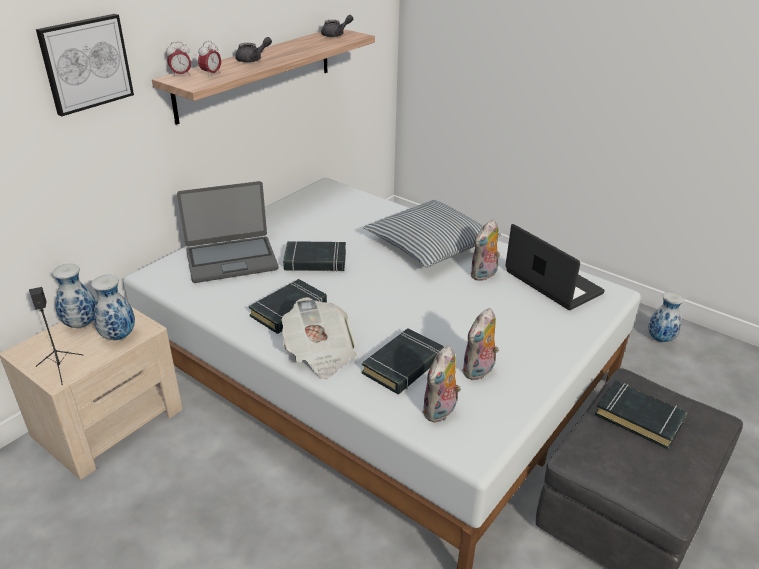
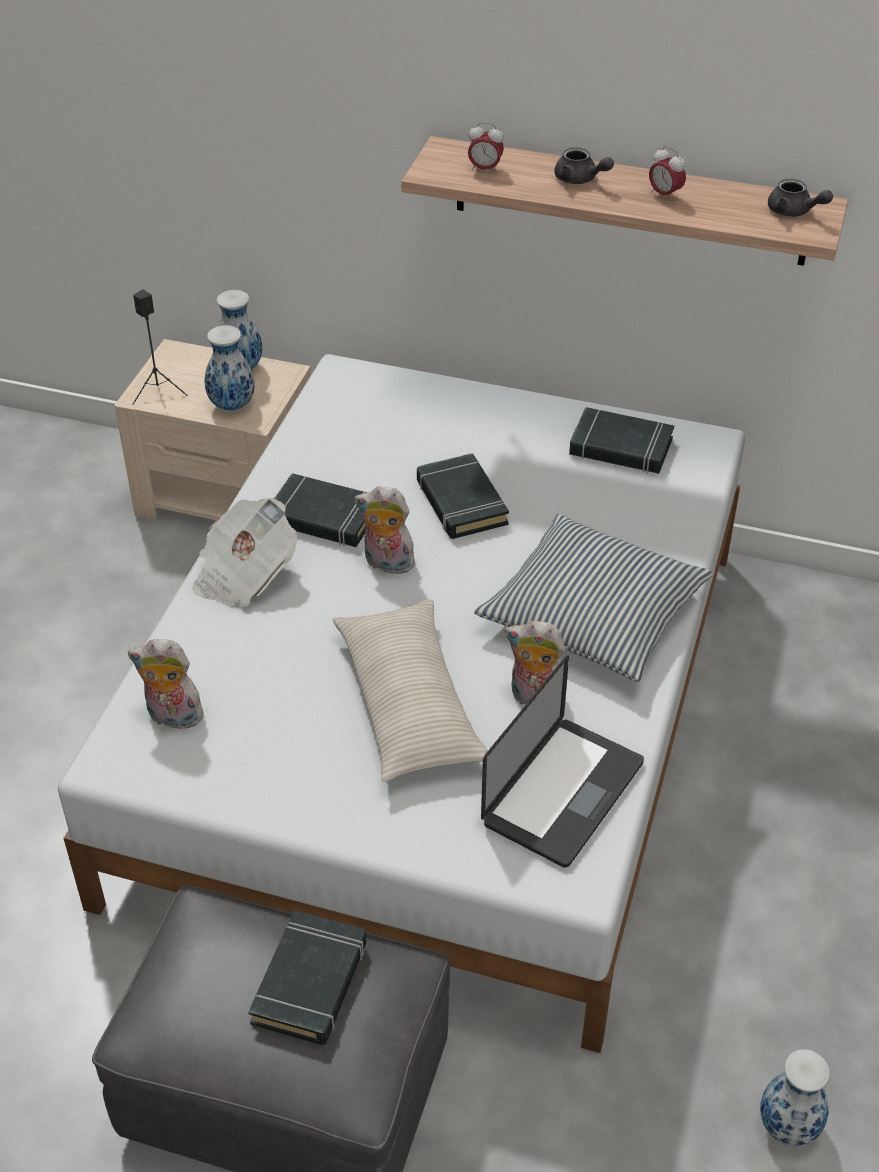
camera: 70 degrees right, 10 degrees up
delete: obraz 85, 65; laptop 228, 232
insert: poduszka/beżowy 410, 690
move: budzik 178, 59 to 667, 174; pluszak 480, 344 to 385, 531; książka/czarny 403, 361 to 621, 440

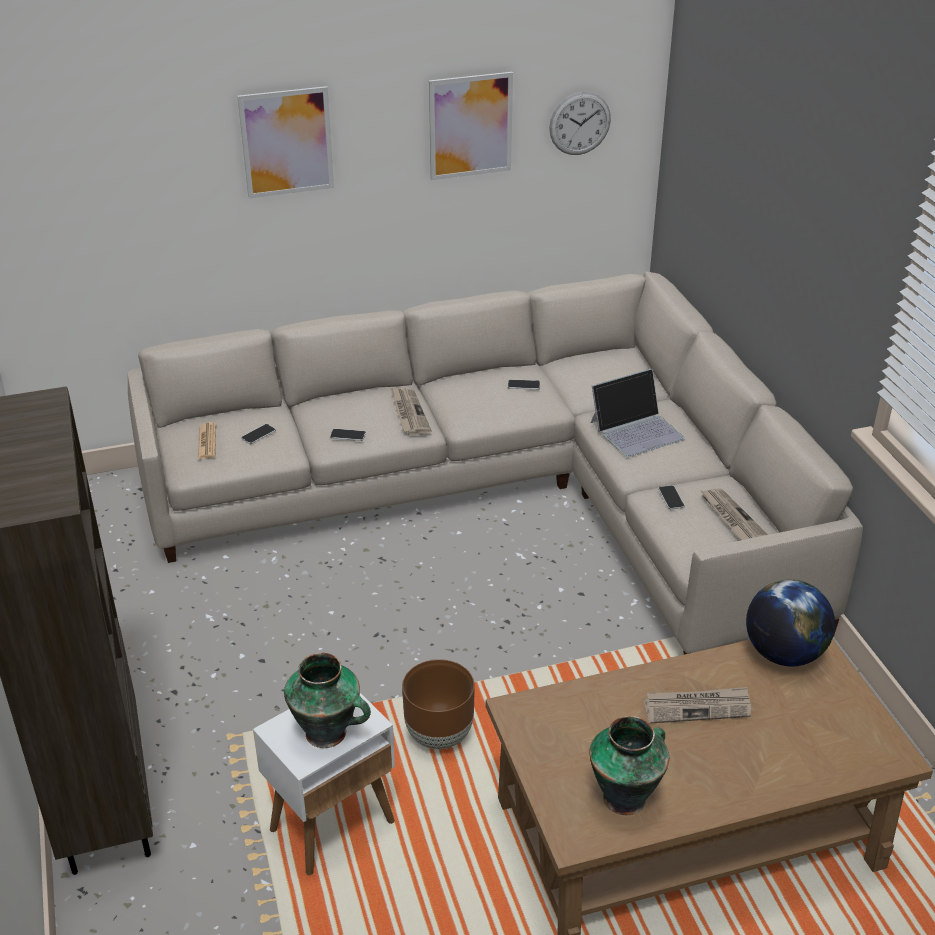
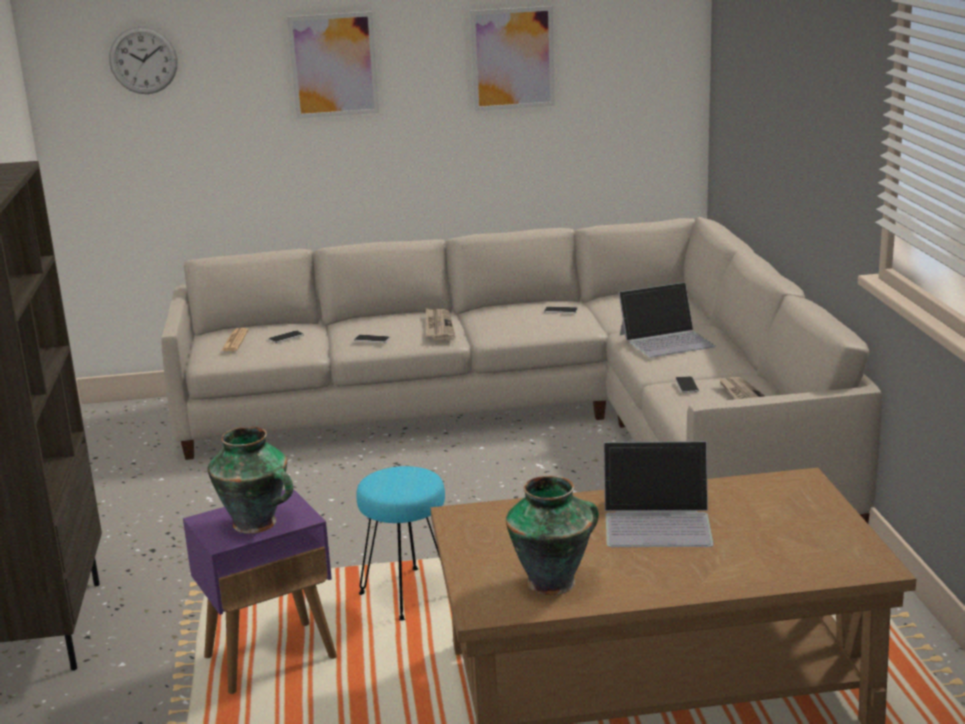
camera: 10 degrees right, 15 degrees down
delete: globus 790, 622
move: zegar ścienny 580, 123 to 143, 60
replace: donica/brązowy 438, 704 to stołek/turkusowy 400, 543; gazeta 697, 705 to laptop 659, 494
recolor: stolik/biały 324, 784 to stolik/fioletowy 260, 591

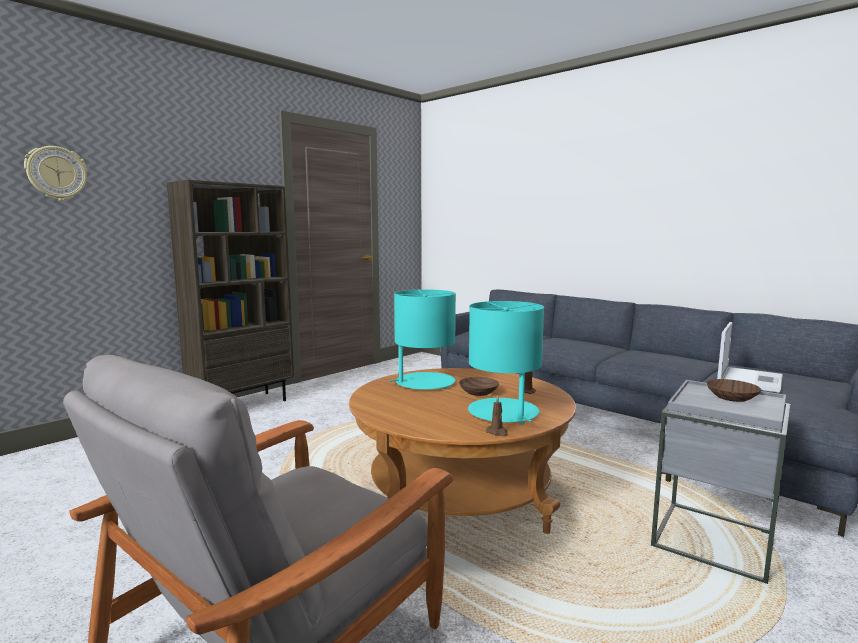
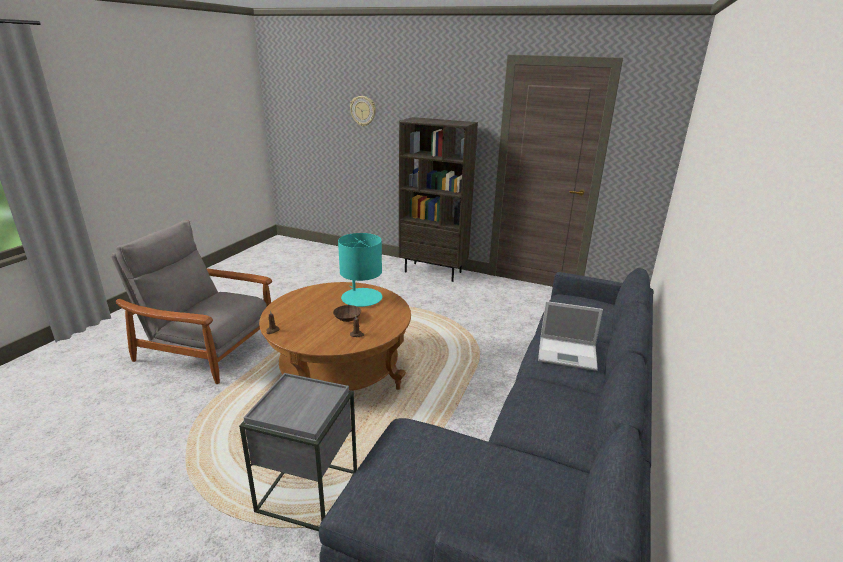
camera: 70 degrees right, 15 degrees up
delete: lampa stołowa/turkusowy 506, 362; miska/brązowy 734, 390
move: laptop 750, 357 to 570, 336

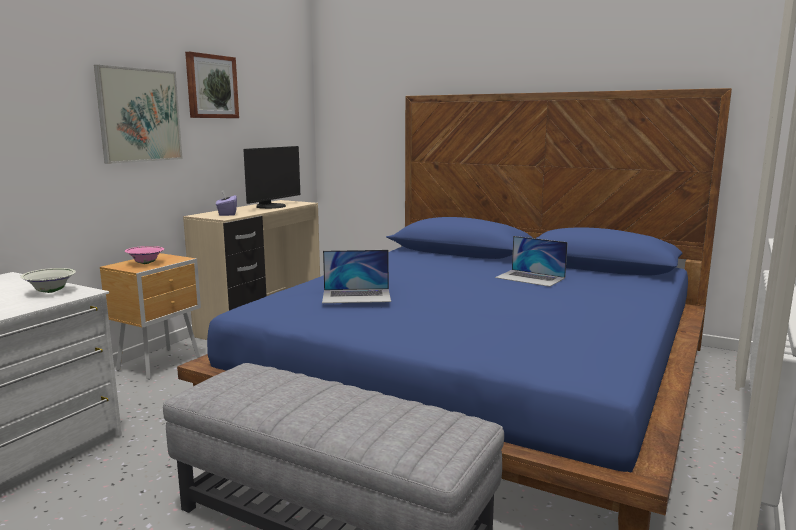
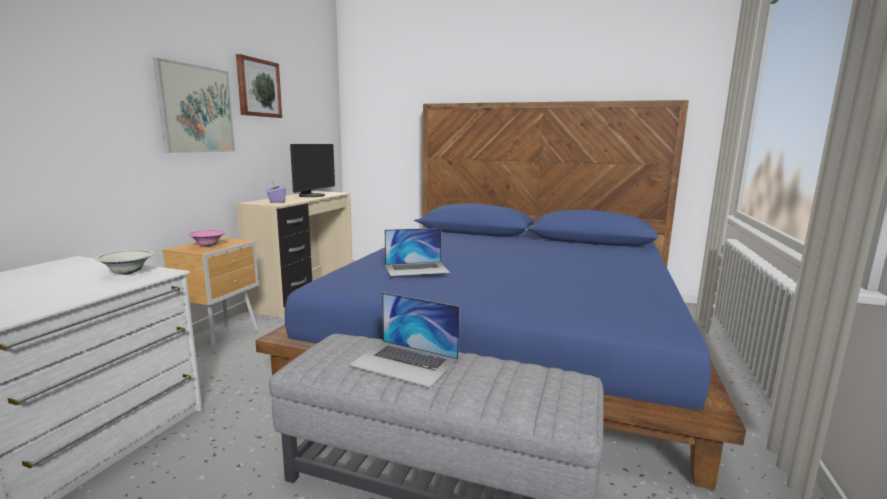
camera: 10 degrees left, 0 degrees up
move: laptop 531, 261 to 404, 340

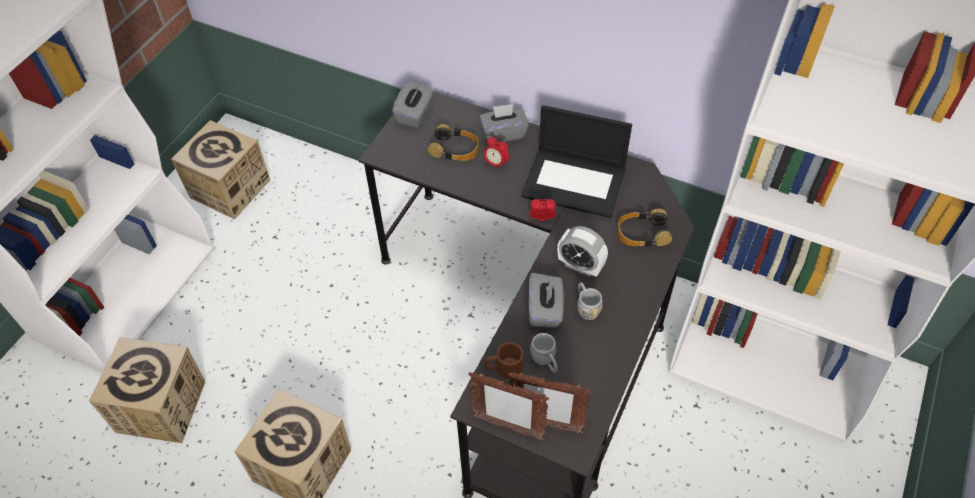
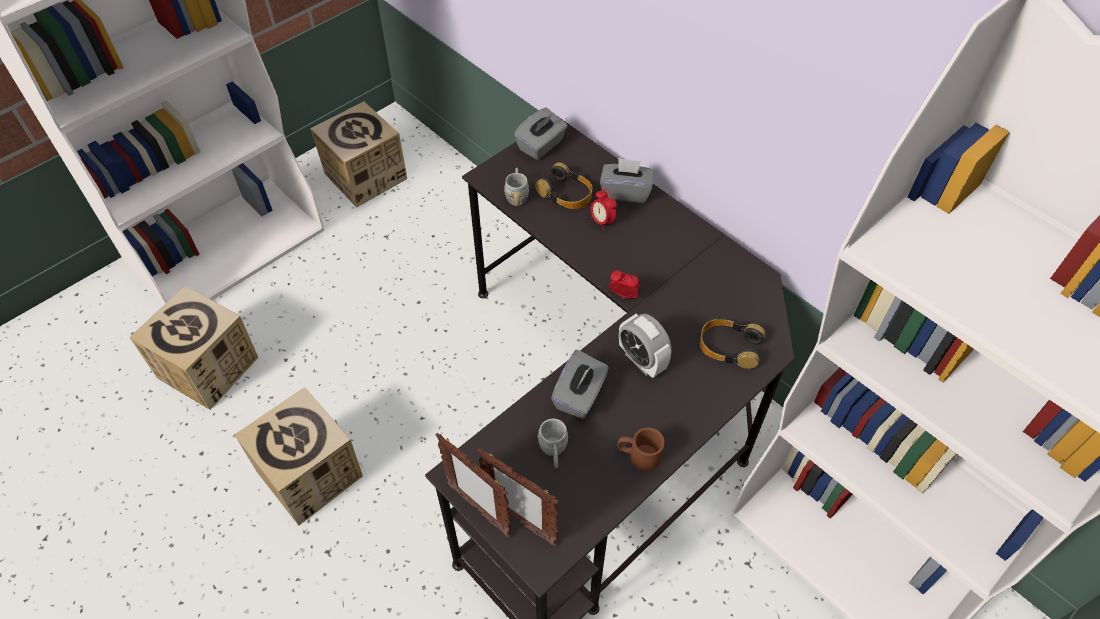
camera: 20 degrees right, 0 degrees up
delete: laptop 576, 161
move: kubek/szary 590, 301 to 516, 187; kubek/brązowy 503, 360 to 641, 449

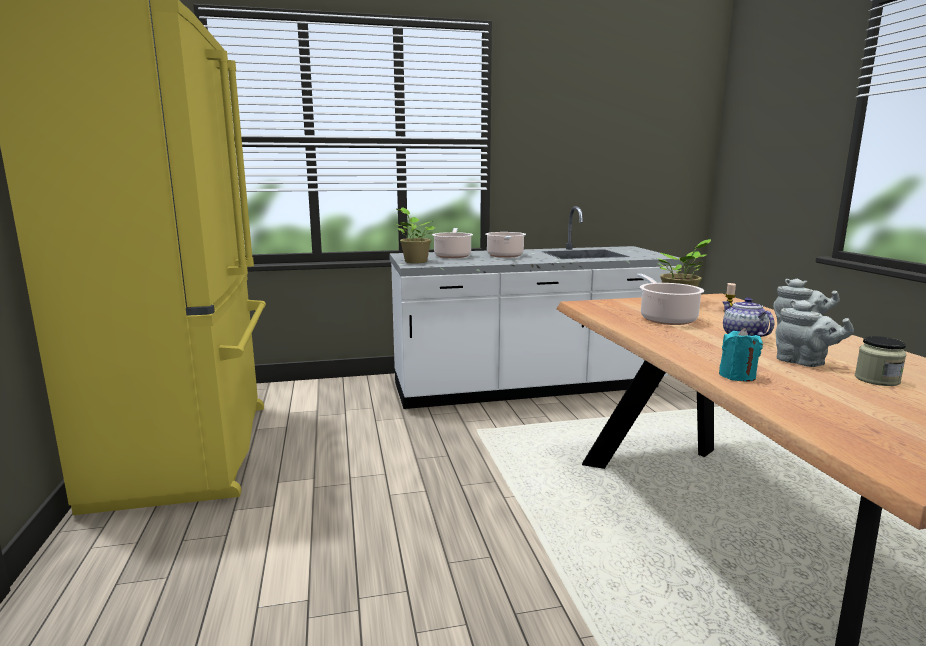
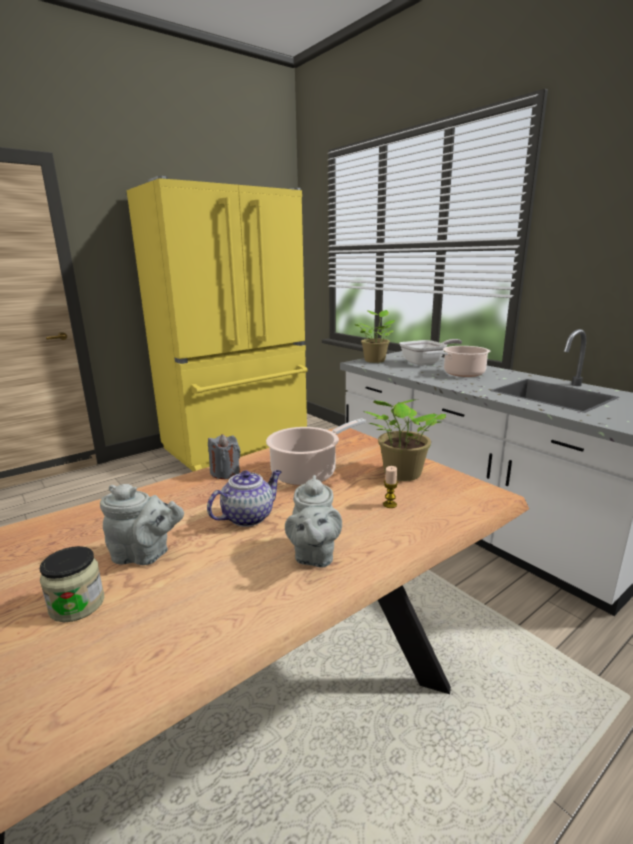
camera: 65 degrees right, 5 degrees up
delete: świeca/turkusowy 741, 355
insert: świeca/szary 224, 456
replace: garnek 452, 243 to patelnia 430, 352
rotate: imbryk/szary 815, 333 = 142, 524 105 degrees counterclockwise

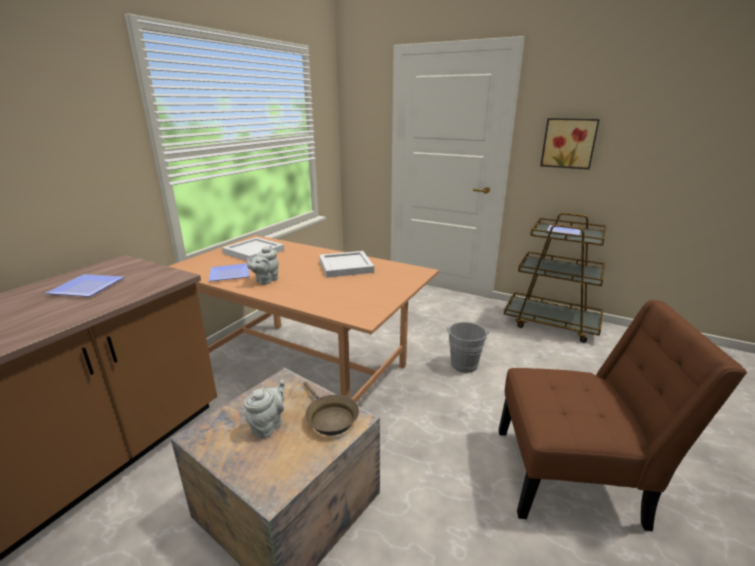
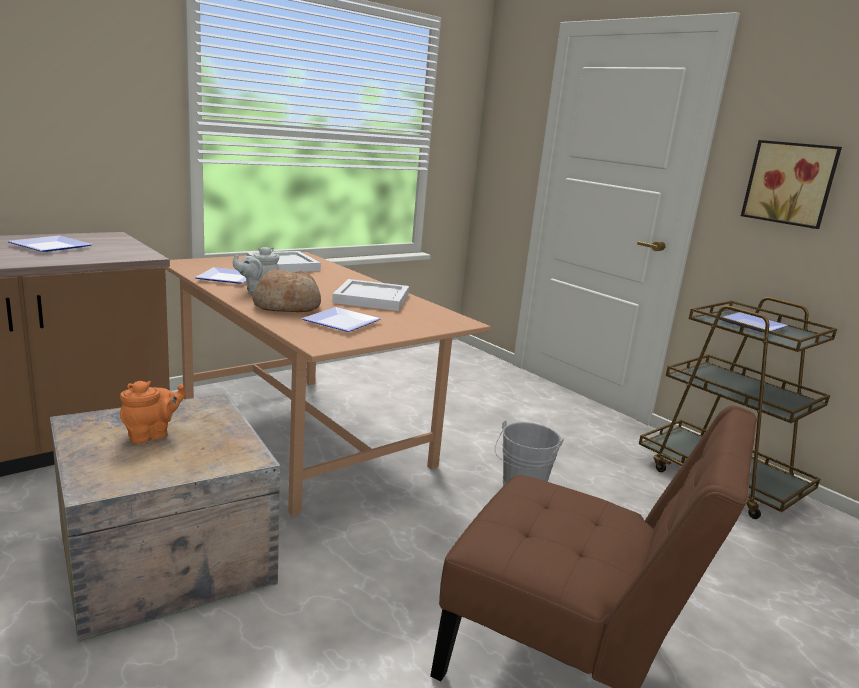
camera: 20 degrees right, 5 degrees down
delete: patelnia/brązowy 331, 408
insert: chleb 287, 290; talerz 340, 319
recolor: imbryk/szary 264, 409 to imbryk/pomarańczowy 153, 412

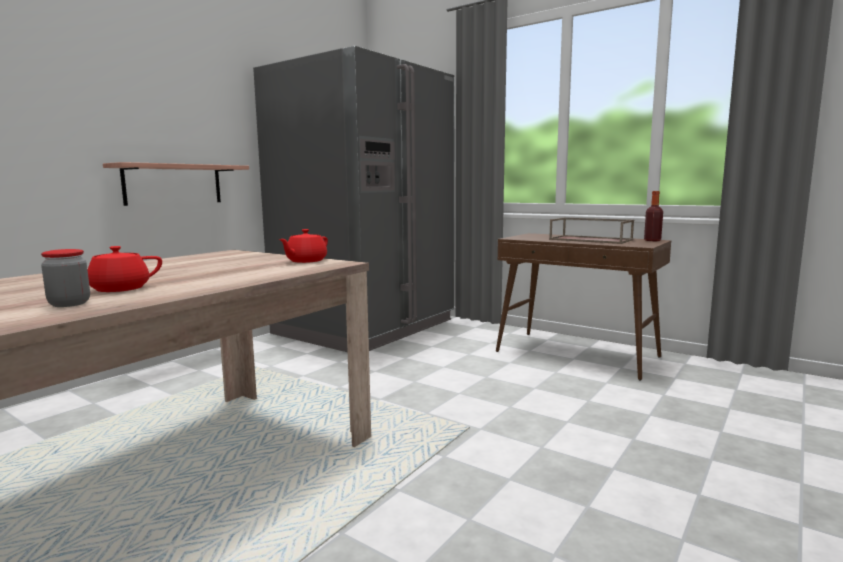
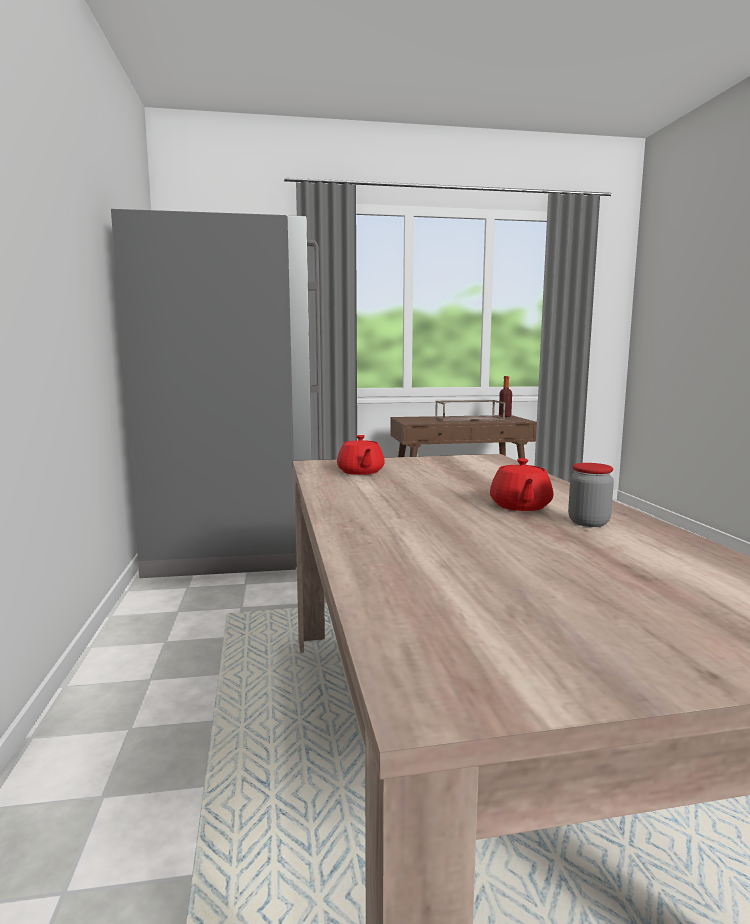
camera: 45 degrees left, 0 degrees up
delete: półka 176, 184
move: imbryk/czerwony 303, 246 to 361, 455

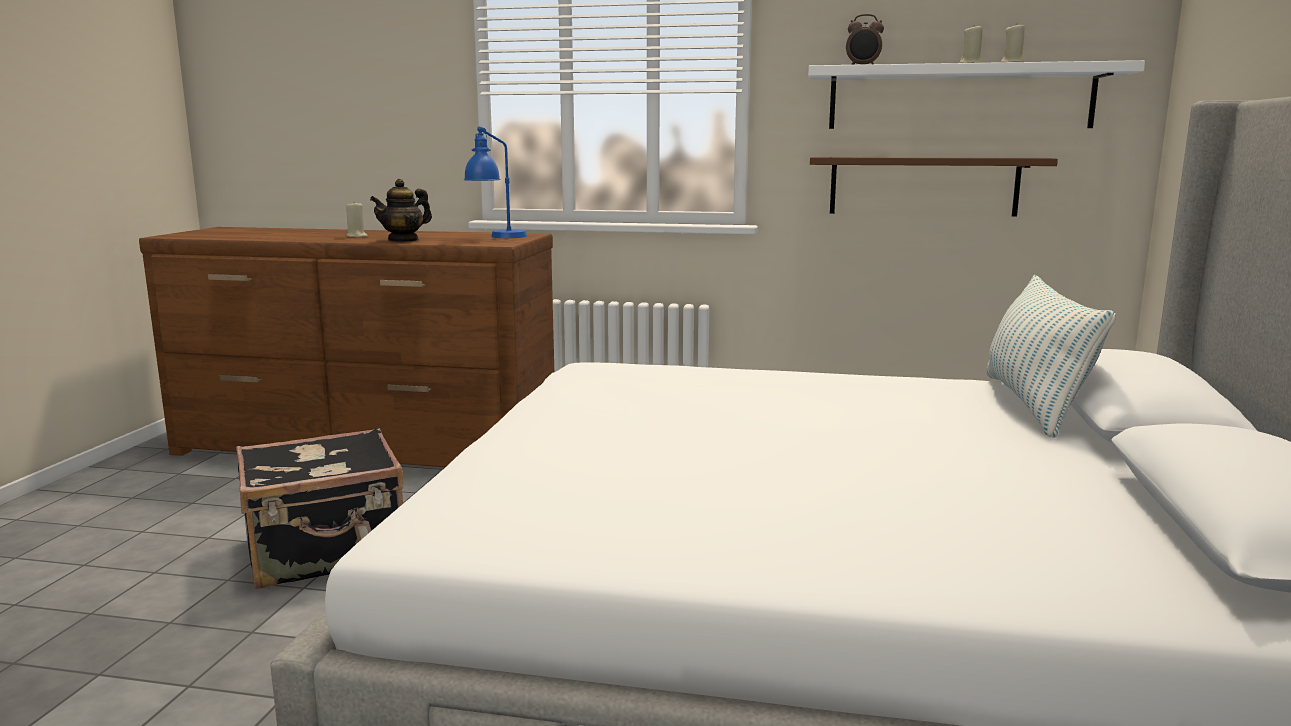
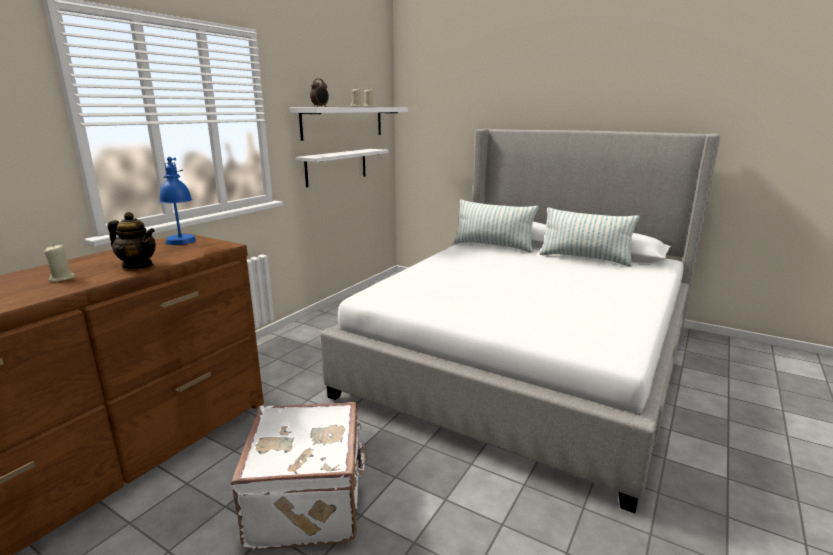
camera: 70 degrees left, 5 degrees up
insert: poduszka 589, 237
recolor: półka/brązowy 934, 186 to półka/biały 342, 168; walizka/czarny 320, 508 to walizka/biały 299, 476
rotate: imbryk 401, 210 = 132, 240 45 degrees counterclockwise

